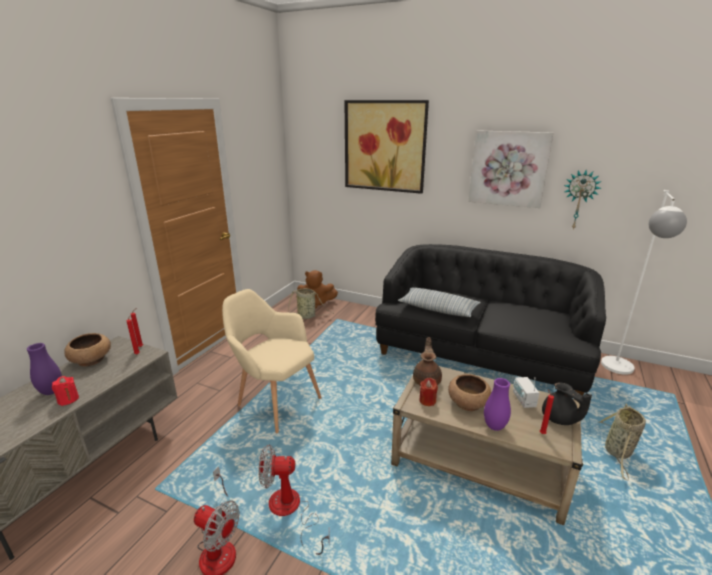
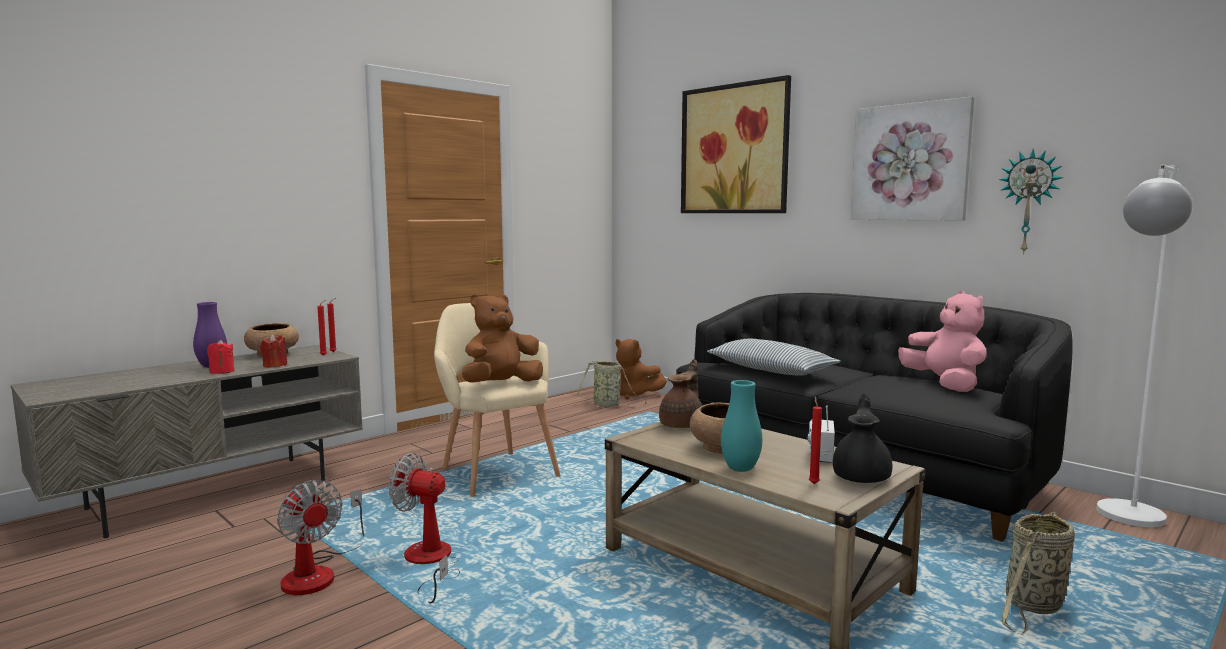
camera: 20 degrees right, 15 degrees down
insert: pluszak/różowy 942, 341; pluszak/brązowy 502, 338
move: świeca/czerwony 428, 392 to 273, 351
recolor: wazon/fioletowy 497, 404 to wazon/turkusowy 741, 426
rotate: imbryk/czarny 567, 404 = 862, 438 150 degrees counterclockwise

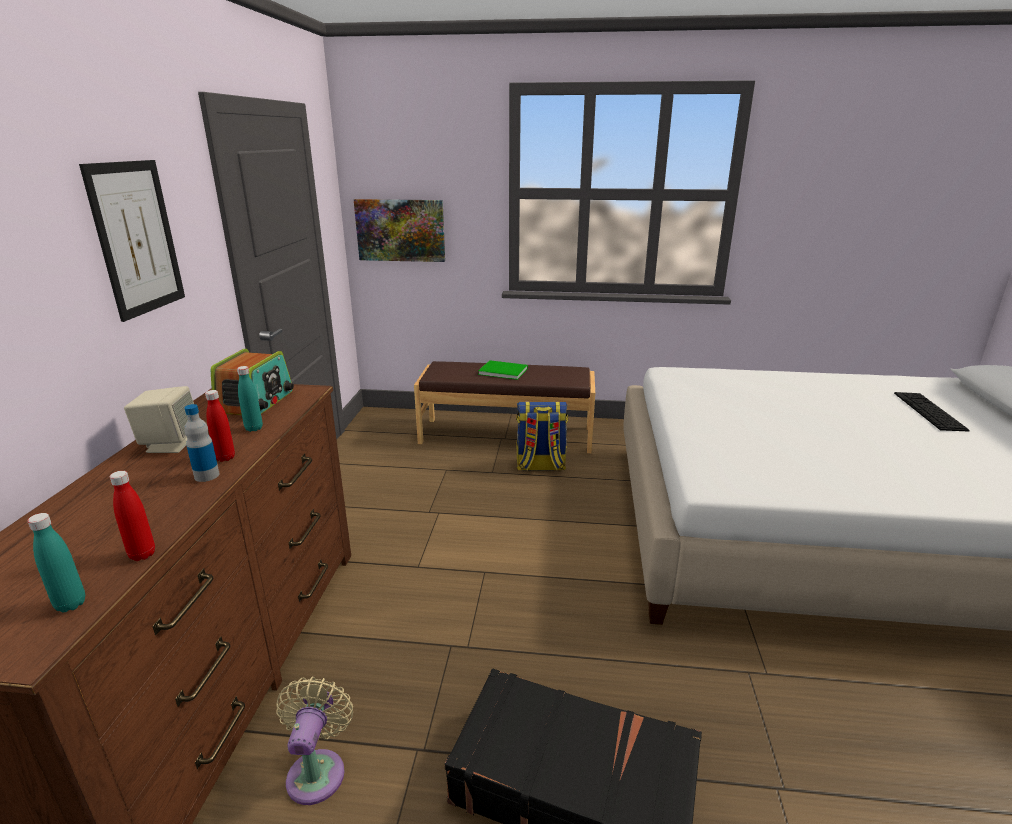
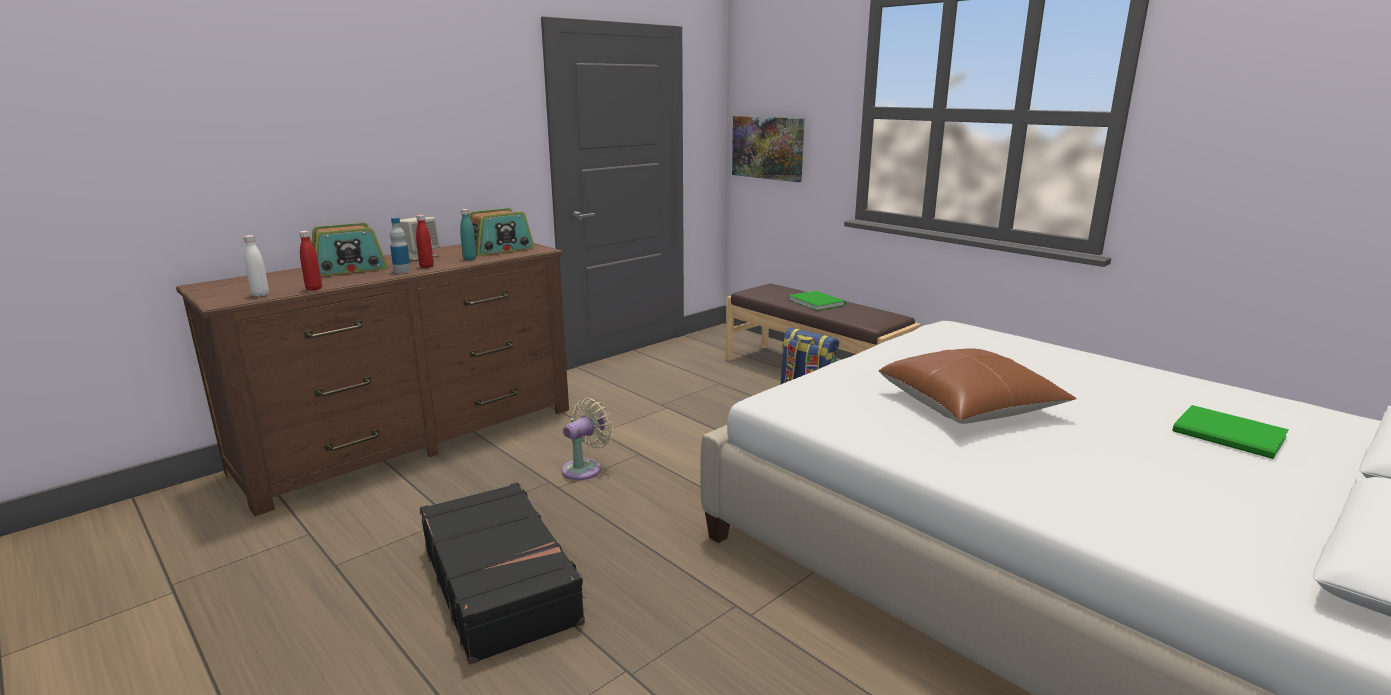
camera: 40 degrees right, 5 degrees down
delete: obraz 132, 241
insert: radio 349, 249; poduszka/brązowy 978, 386
move: wentylator/beżowy 314, 741 to 587, 439
replace: klawiatura 932, 412 to książka/zielony 1230, 432
recolor: butelka/turkusowy 56, 562 to butelka/biały 256, 266

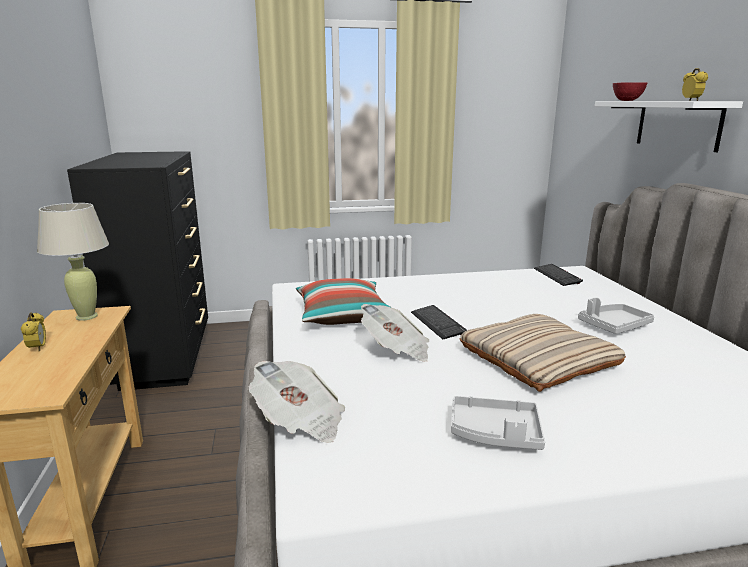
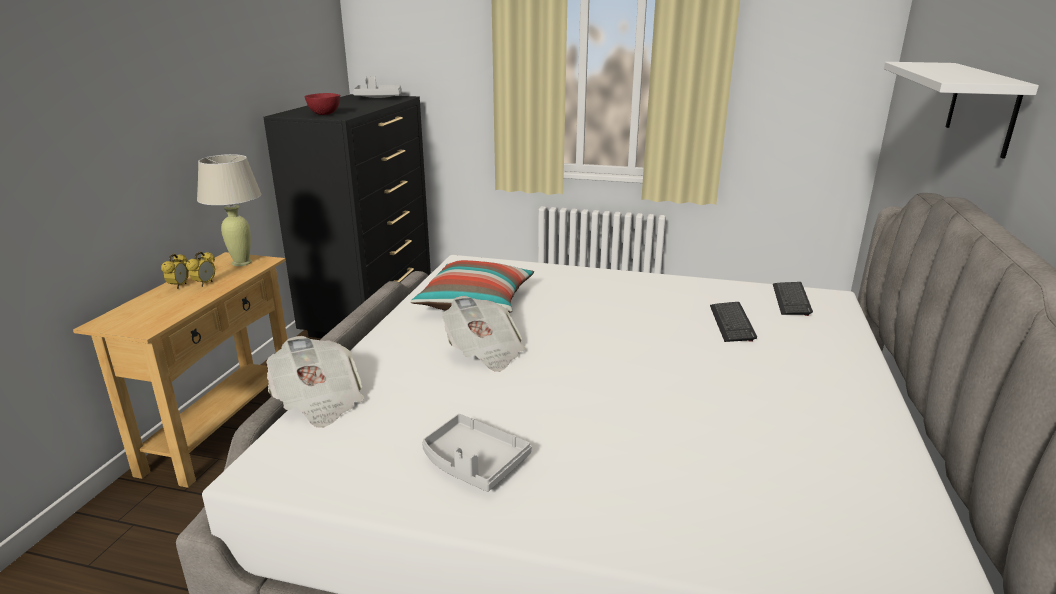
camera: 25 degrees right, 5 degrees up
delete: poduszka/beżowy 543, 353
move: budzik 695, 84 to 200, 269; miska/czerwony 630, 91 to 322, 104; taca/szary 616, 315 to 377, 87; klawiatura 439, 322 to 733, 322

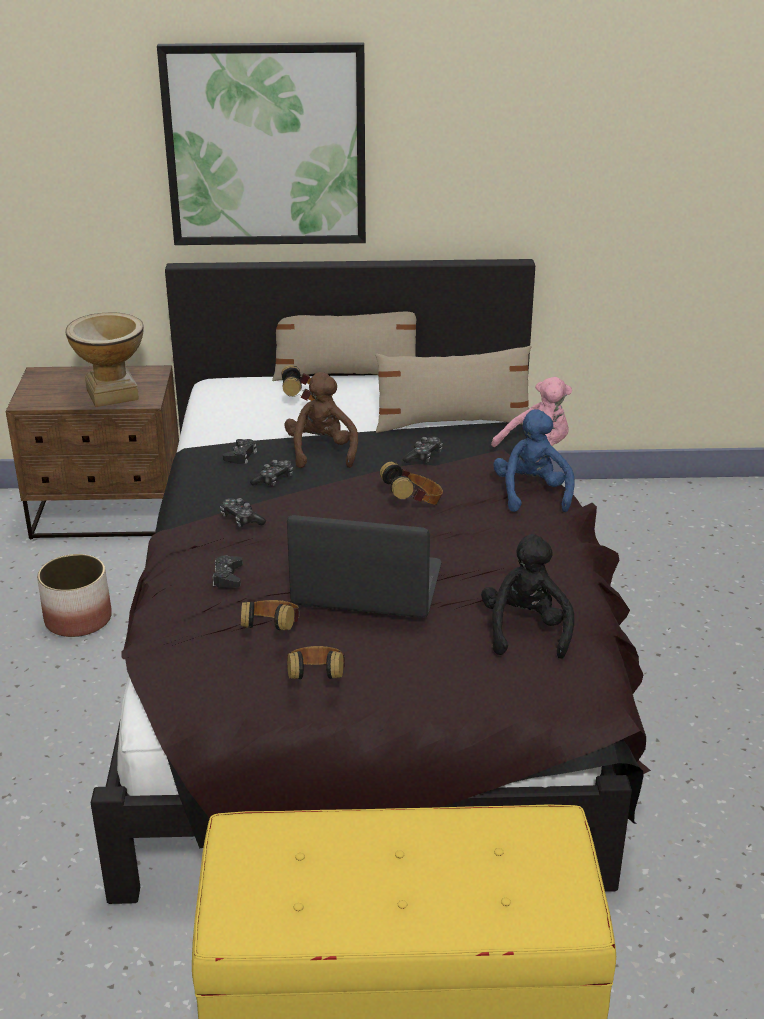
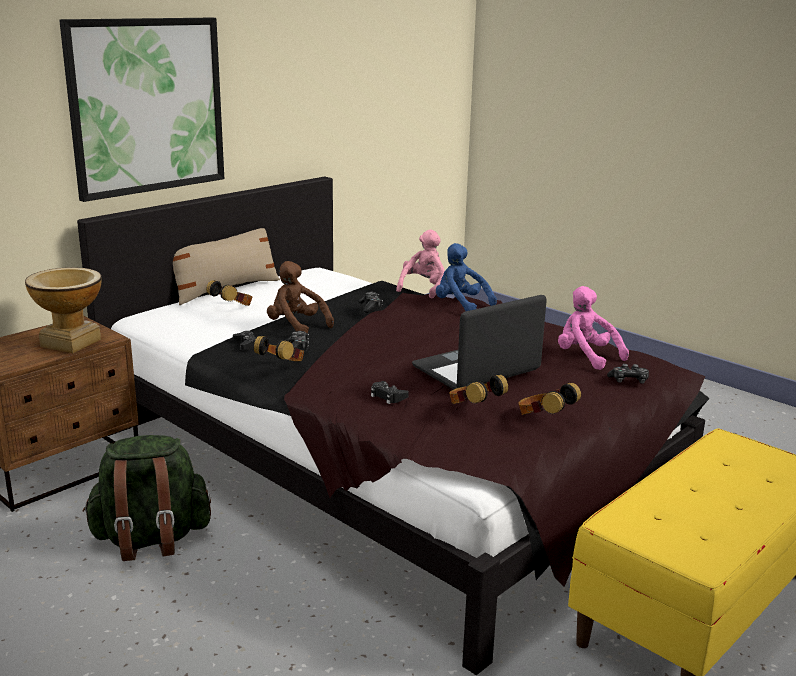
camera: 45 degrees left, 10 degrees down
delete: poduszka/beżowy 453, 389
move: słuchawki 411, 483 to 279, 348; pad do gier 243, 512 to 628, 374
replace: donica 74, 595 to plecak/zielony 146, 498
recolor: pluszak/czarny 527, 596 to pluszak/różowy 593, 328

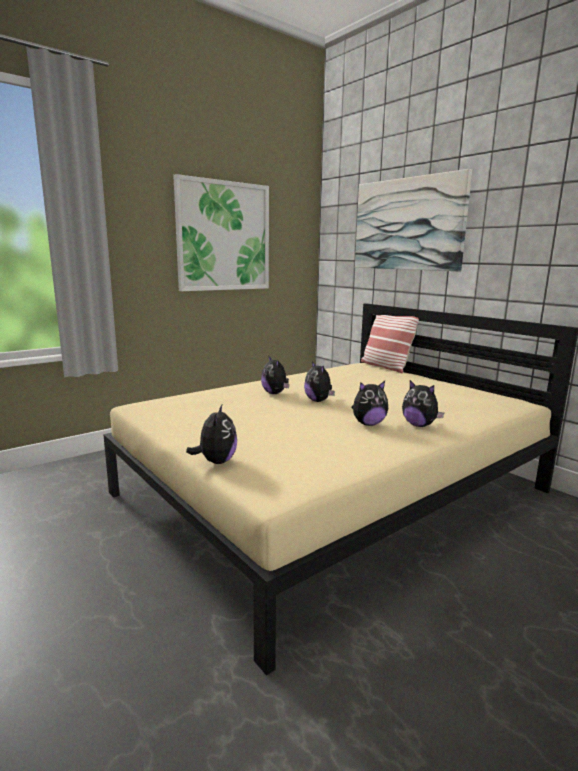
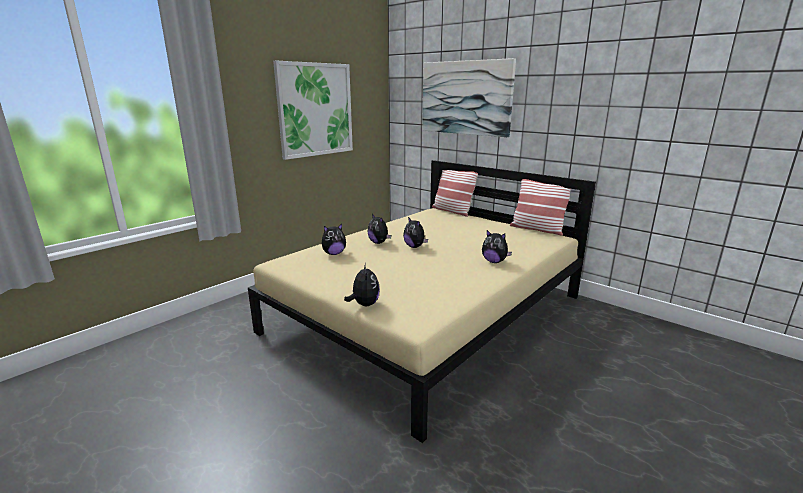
camera: 10 degrees left, 5 degrees up
insert: poduszka 540, 207
move: pluszak 369, 403 to 334, 239

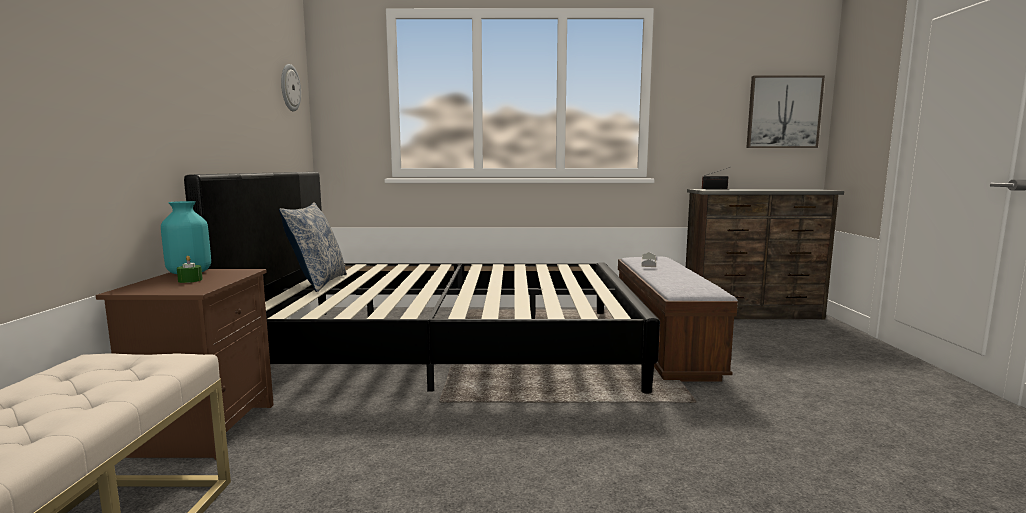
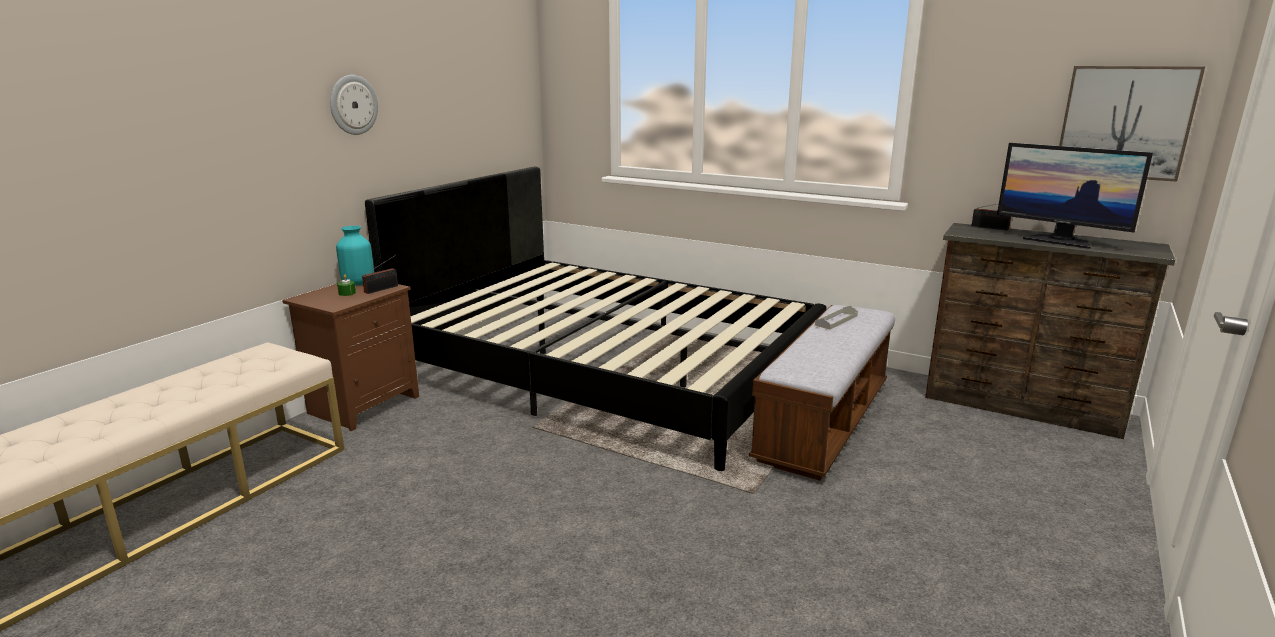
camera: 30 degrees right, 10 degrees up
delete: poduszka 313, 247
insert: monitor 1075, 196; radio 380, 274
move: zegar ścienny 291, 88 to 354, 105

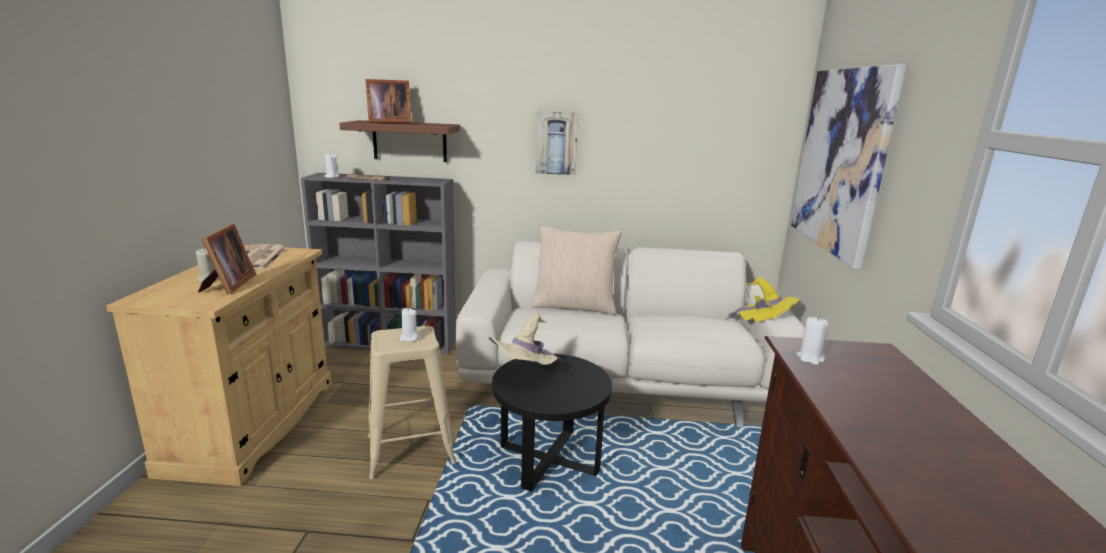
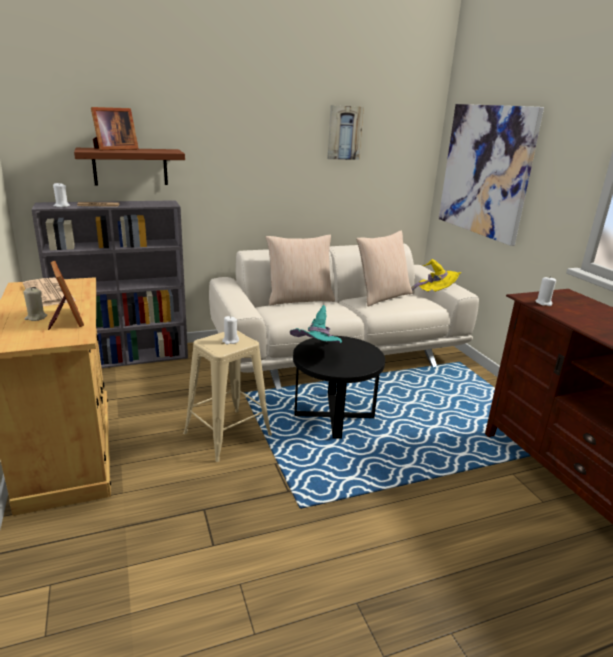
camera: 25 degrees left, 5 degrees up
insert: poduszka/beżowy 384, 268
move: obraz 557, 143 to 345, 132
recolor: kapelusz/beżowy 526, 339 to kapelusz/turkusowy 316, 324

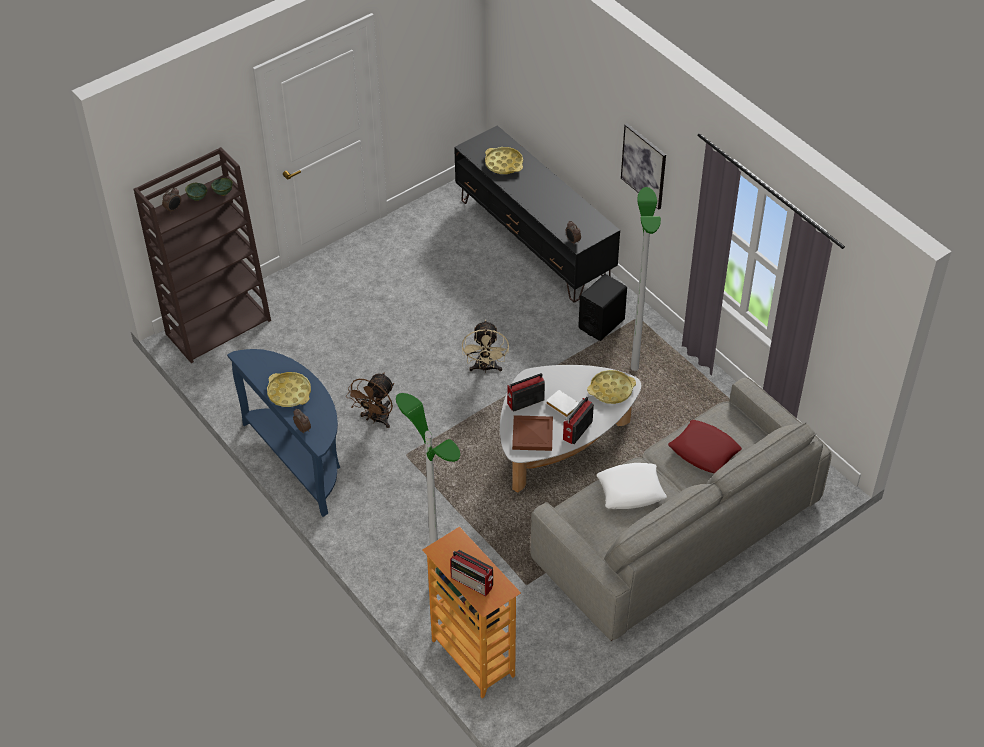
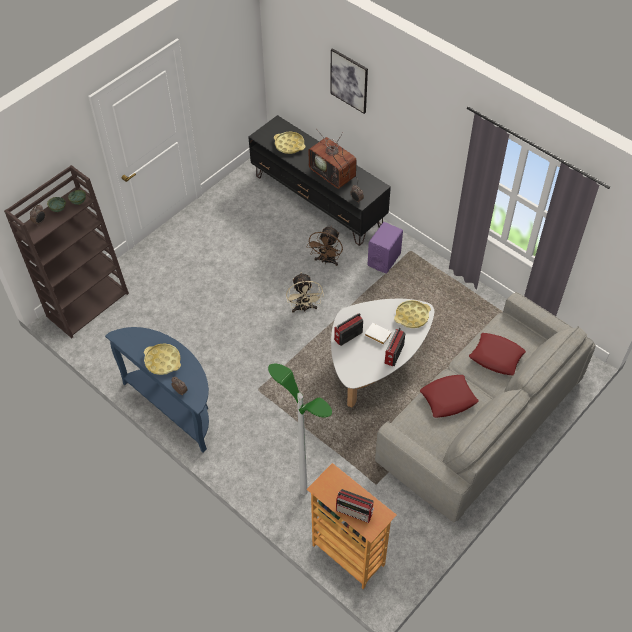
camera: 10 degrees left, 5 degrees up
delete: lampa stojąca 646, 279; taca/brązowy 532, 433
insert: telewizor 333, 159
move: obraz 643, 167 to 349, 81; wentylator/brązowy 370, 400 to 325, 245
recolor: głośnik/czarny 602, 307 to głośnik/fioletowy 385, 248; poduszka/biały 632, 486 to poduszka/czerwony 449, 396

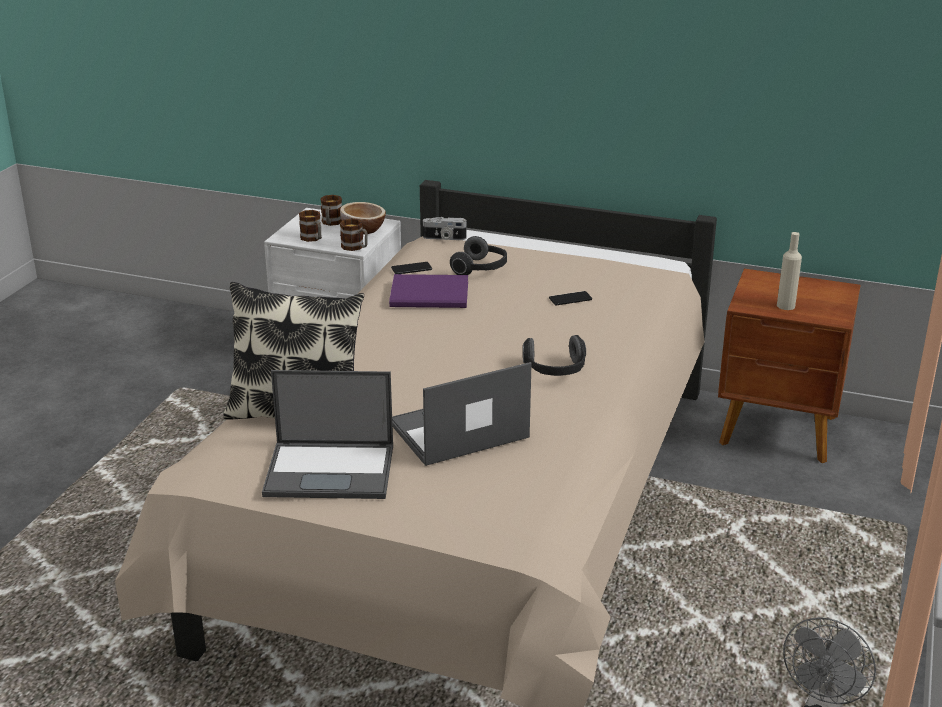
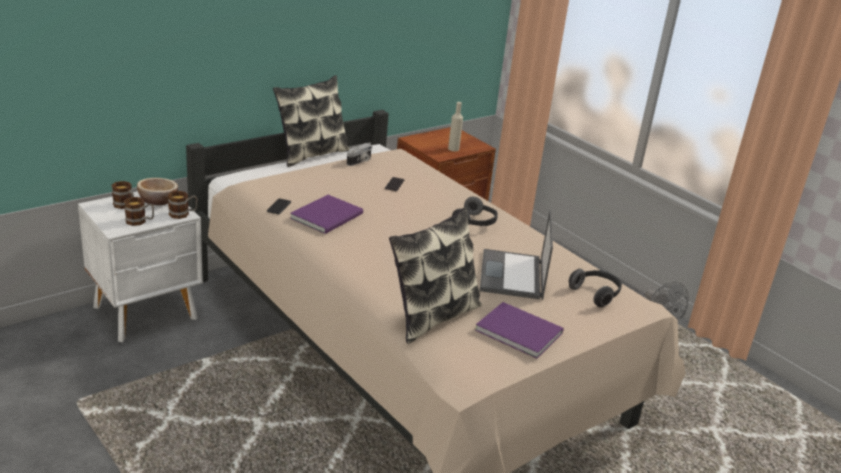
camera: 60 degrees left, 0 degrees up
insert: poduszka 311, 121
move: aparat fotograficzny 445, 228 to 359, 154; słuchawki 478, 255 to 595, 288
replace: laptop 327, 434 to książka/fioletowy 519, 330

